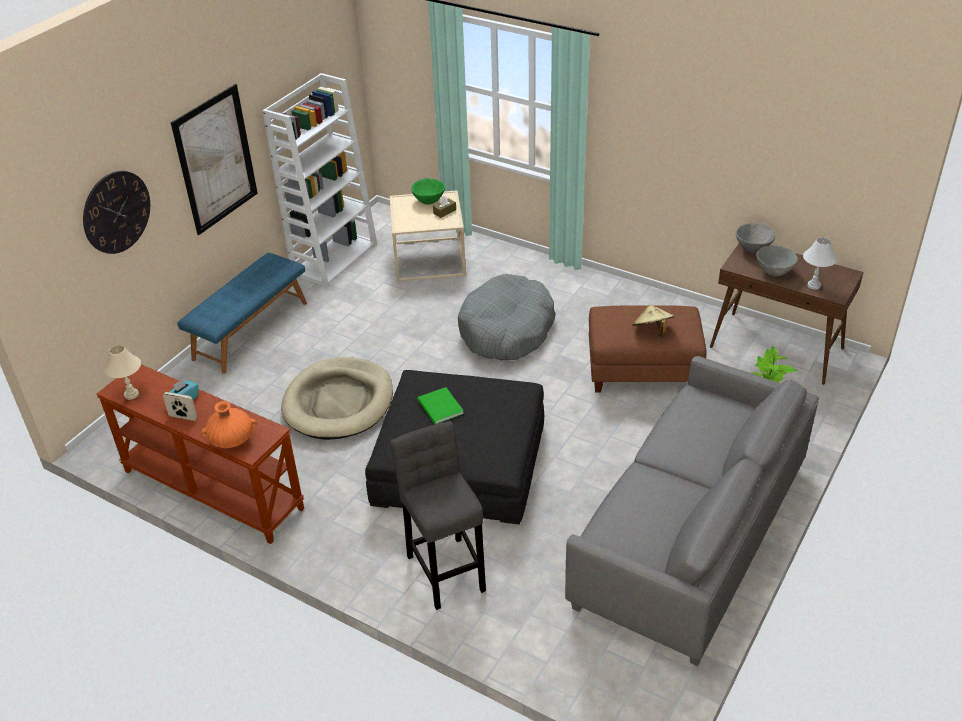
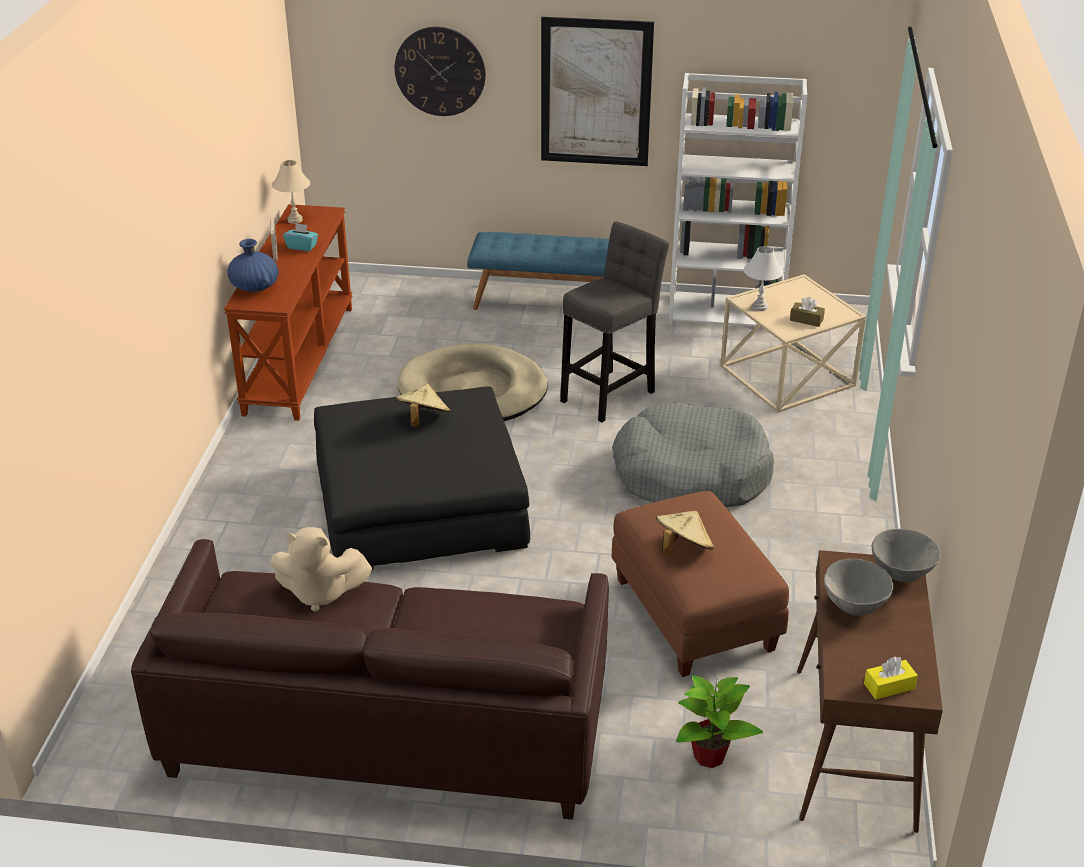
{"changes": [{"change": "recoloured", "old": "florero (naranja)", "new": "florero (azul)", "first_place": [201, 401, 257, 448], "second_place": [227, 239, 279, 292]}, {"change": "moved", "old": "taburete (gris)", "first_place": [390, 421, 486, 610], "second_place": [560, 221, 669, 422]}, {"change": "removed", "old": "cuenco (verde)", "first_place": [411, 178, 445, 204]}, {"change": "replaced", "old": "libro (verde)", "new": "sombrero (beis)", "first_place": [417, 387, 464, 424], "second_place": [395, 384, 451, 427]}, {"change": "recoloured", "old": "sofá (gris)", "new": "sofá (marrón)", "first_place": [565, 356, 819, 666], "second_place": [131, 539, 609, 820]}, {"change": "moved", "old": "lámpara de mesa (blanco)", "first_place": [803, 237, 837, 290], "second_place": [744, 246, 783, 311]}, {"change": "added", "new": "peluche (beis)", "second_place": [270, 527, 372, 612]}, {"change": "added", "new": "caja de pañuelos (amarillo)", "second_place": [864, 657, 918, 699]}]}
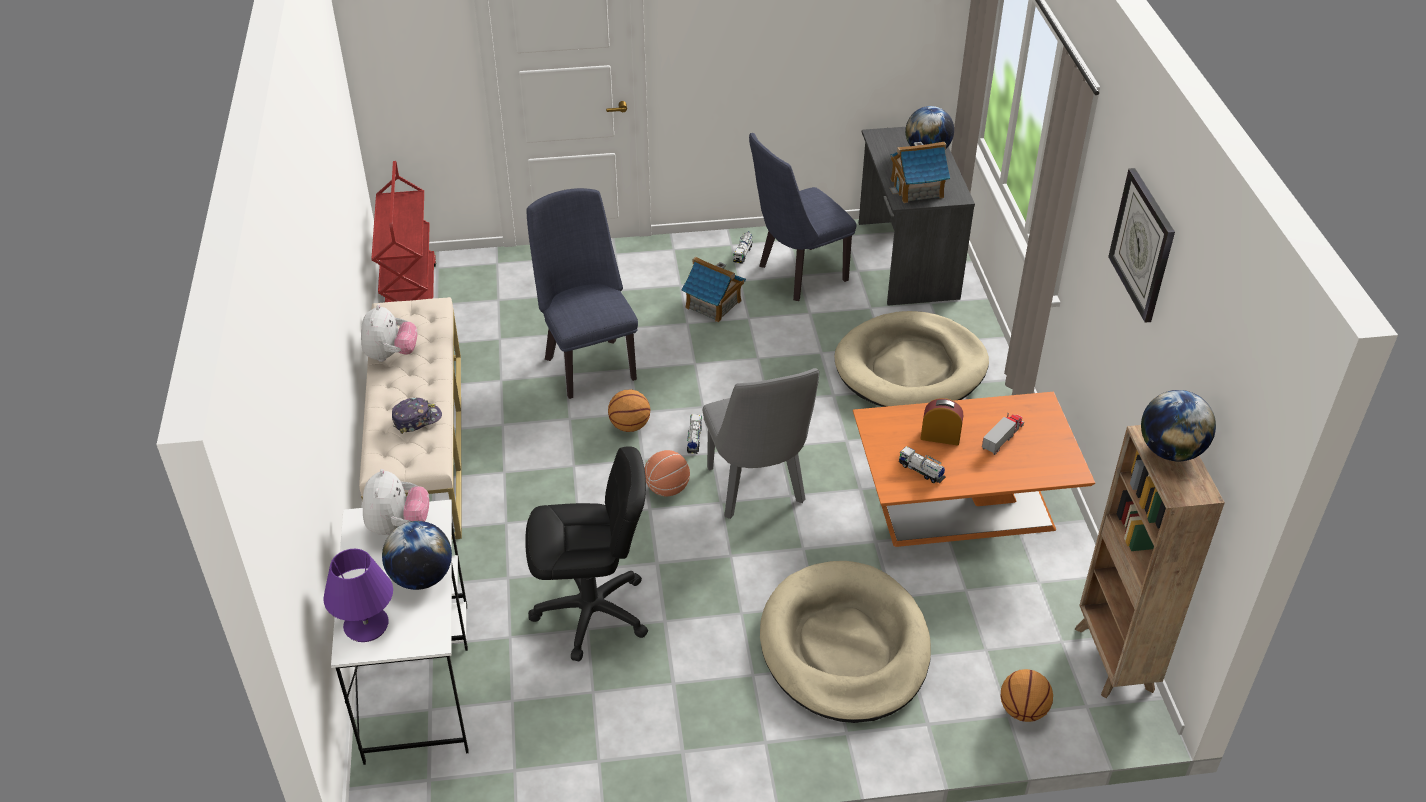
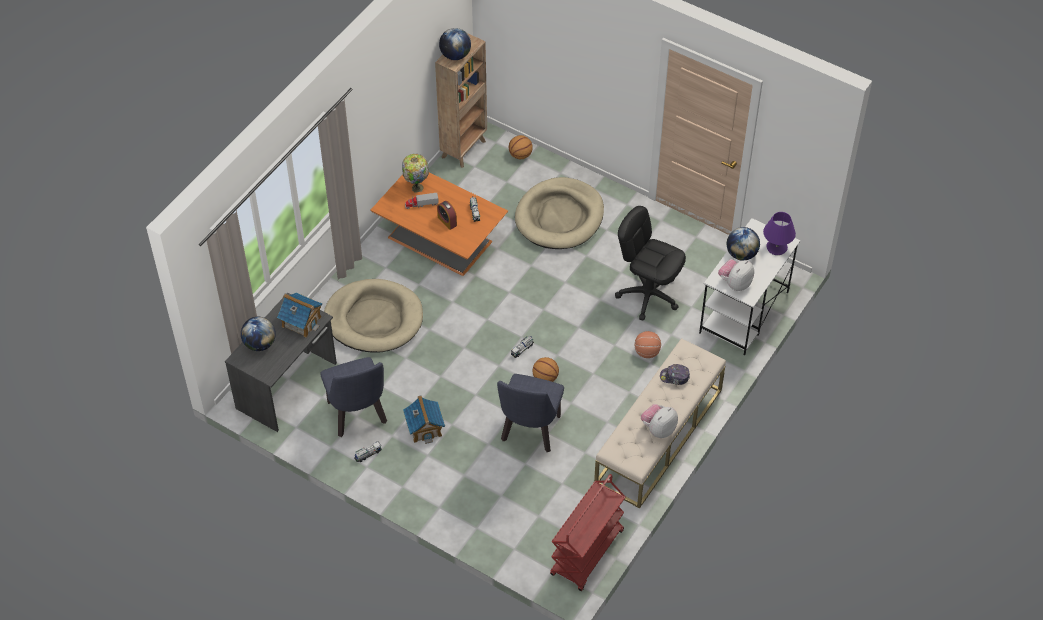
{"changes": [{"change": "moved", "old": "balón de baloncesto", "first_place": [644, 450, 690, 497], "second_place": [635, 331, 661, 358]}, {"change": "removed", "old": "silla (gris)", "first_place": [703, 368, 819, 519]}, {"change": "turned", "old": "silla (azul)", "first_place": [749, 133, 857, 301], "second_place": [320, 357, 387, 437], "degrees": 60}, {"change": "removed", "old": "reloj de pared", "first_place": [1108, 168, 1175, 323]}, {"change": "added", "new": "lámpara de mesa", "second_place": [402, 154, 429, 193]}]}
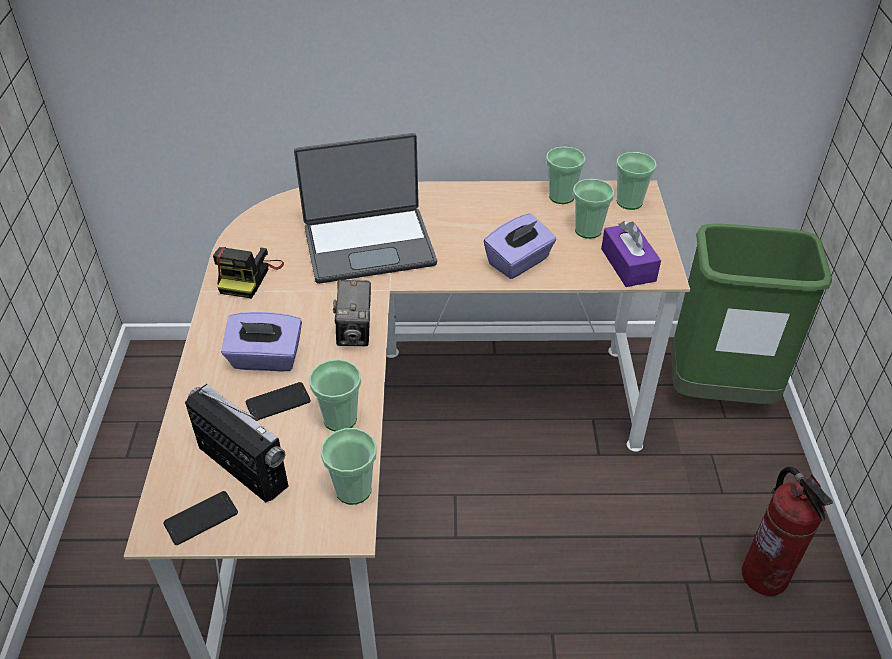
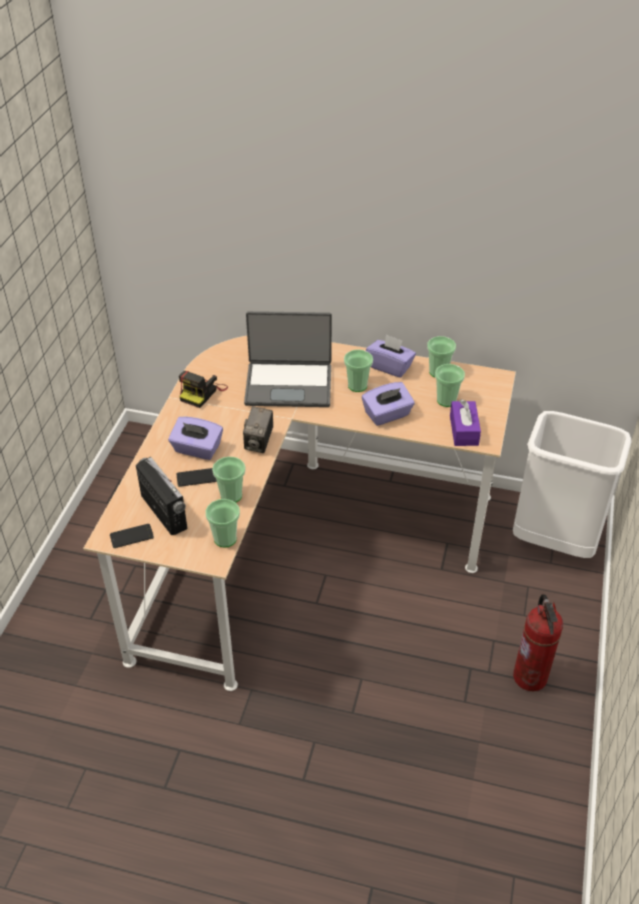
{"changes": [{"change": "moved", "old": "taza", "first_place": [616, 152, 657, 210], "second_place": [344, 350, 373, 392]}, {"change": "recoloured", "old": "papelera (verde)", "new": "papelera (blanco)", "first_place": [671, 224, 832, 404], "second_place": [513, 411, 632, 558]}, {"change": "added", "new": "caja de pañuelos (morado)", "second_place": [366, 334, 416, 378]}]}
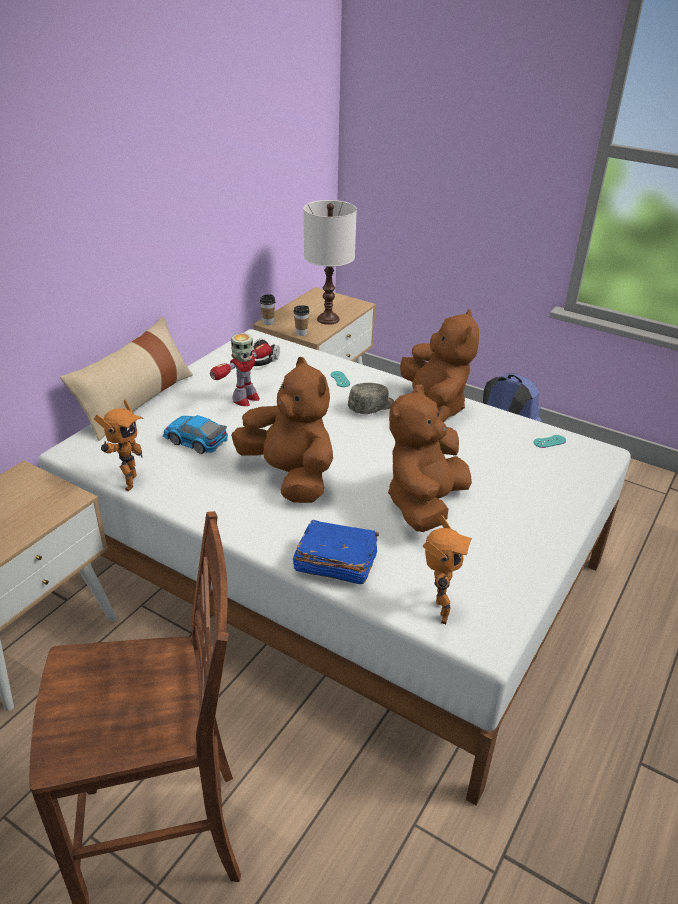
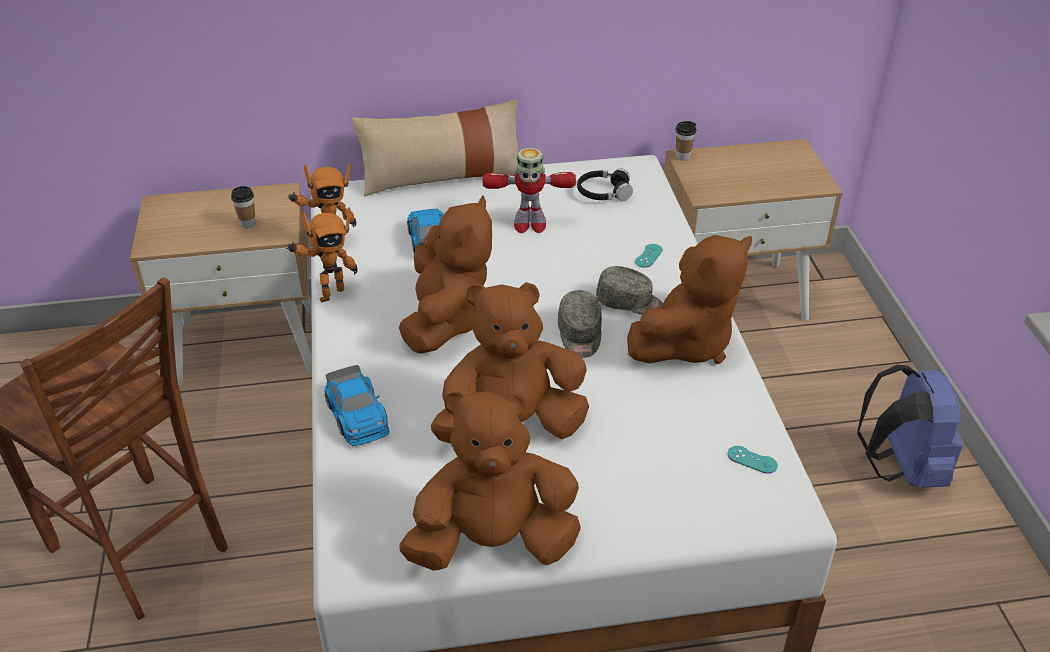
{"changes": [{"change": "replaced", "old": "libro (azul)", "new": "coche de juguete", "first_place": [293, 520, 379, 584], "second_place": [325, 365, 390, 446]}, {"change": "moved", "old": "taza", "first_place": [294, 305, 310, 336], "second_place": [231, 186, 256, 228]}, {"change": "removed", "old": "lámpara de mesa (blanco)", "first_place": [304, 200, 357, 325]}, {"change": "moved", "old": "robot de juguete", "first_place": [423, 515, 472, 624], "second_place": [286, 207, 357, 303]}, {"change": "added", "new": "peluche (marrón)", "second_place": [399, 391, 581, 571]}, {"change": "added", "new": "gorra (gris)", "second_place": [558, 290, 602, 358]}]}
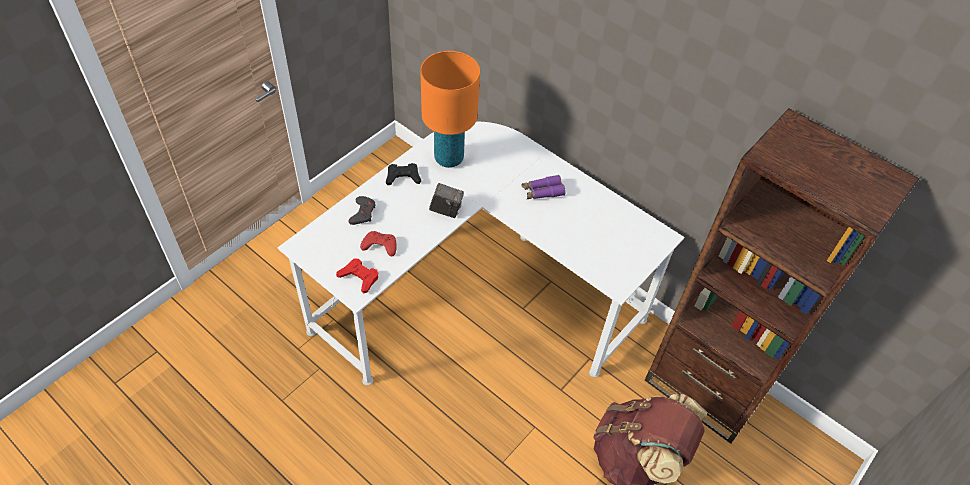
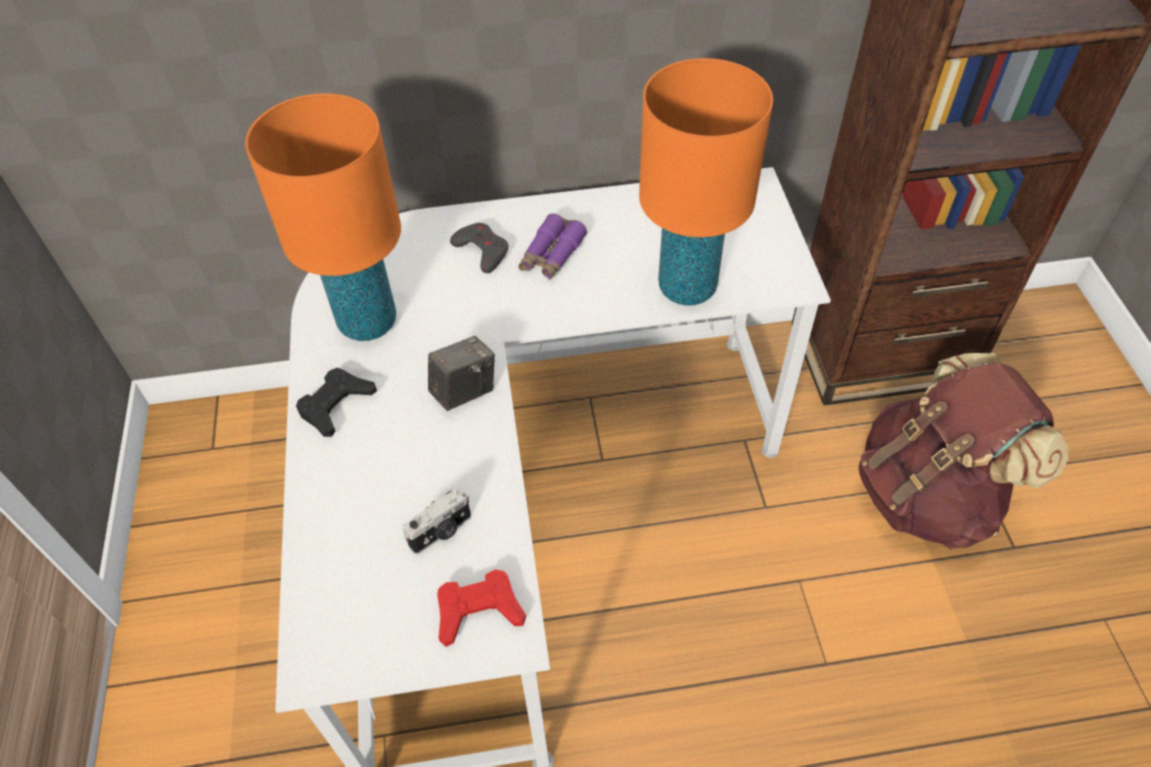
{"changes": [{"change": "moved", "old": "mando de consola (gris)", "first_place": [348, 196, 375, 225], "second_place": [450, 223, 509, 273]}, {"change": "replaced", "old": "mando de consola (rojo)", "new": "cámara", "first_place": [360, 231, 397, 256], "second_place": [403, 488, 471, 554]}, {"change": "added", "new": "lámpara de mesa (naranja)", "second_place": [639, 58, 773, 306]}]}
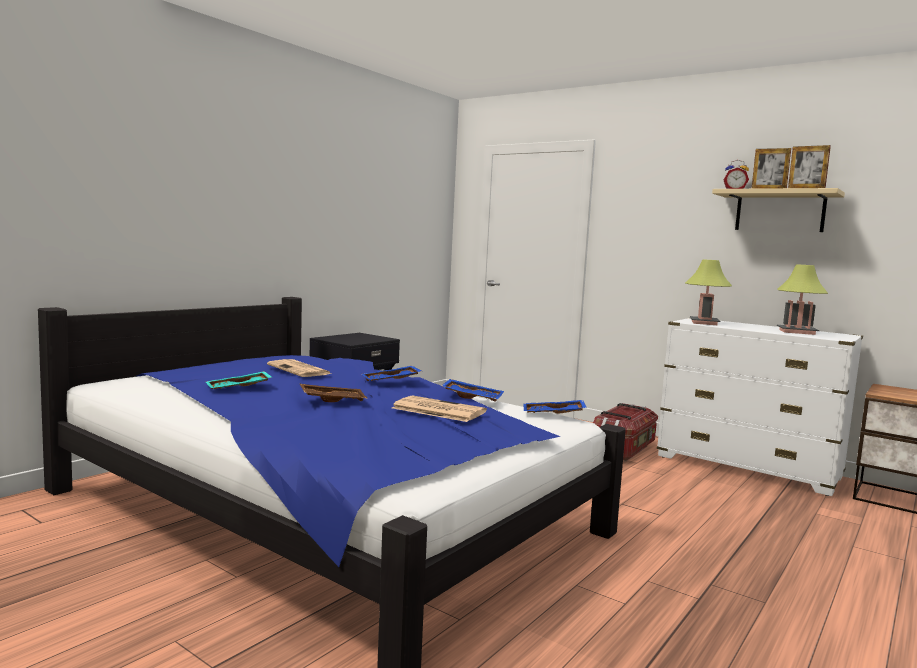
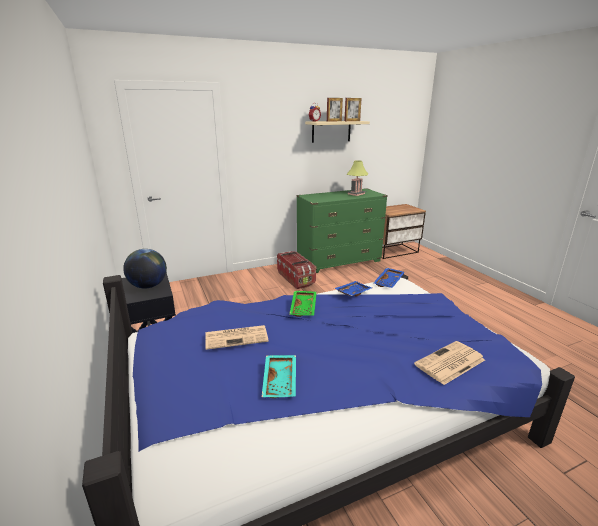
{"changes": [{"change": "removed", "old": "bandeja (marrón)", "first_place": [300, 384, 367, 402]}, {"change": "recoloured", "old": "bandeja (azul)", "new": "bandeja (verde)", "first_place": [361, 366, 421, 381], "second_place": [289, 291, 317, 317]}, {"change": "moved", "old": "periódico", "first_place": [392, 395, 487, 422], "second_place": [414, 341, 485, 385]}, {"change": "recoloured", "old": "cómoda (blanco)", "new": "cómoda (verde)", "first_place": [657, 318, 863, 496], "second_place": [297, 188, 388, 273]}, {"change": "removed", "old": "lámpara de mesa", "first_place": [685, 259, 732, 325]}, {"change": "added", "new": "globo terráqueo", "second_place": [123, 249, 167, 289]}]}
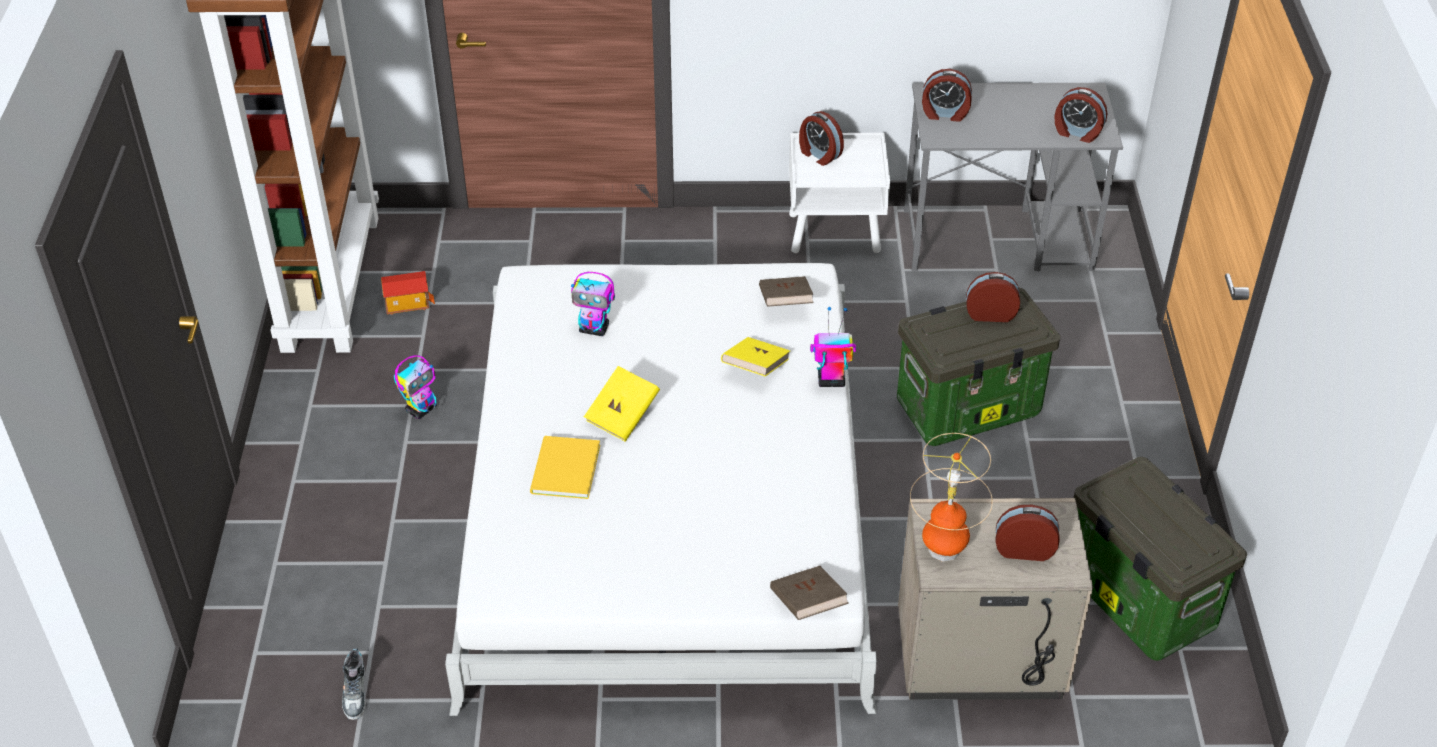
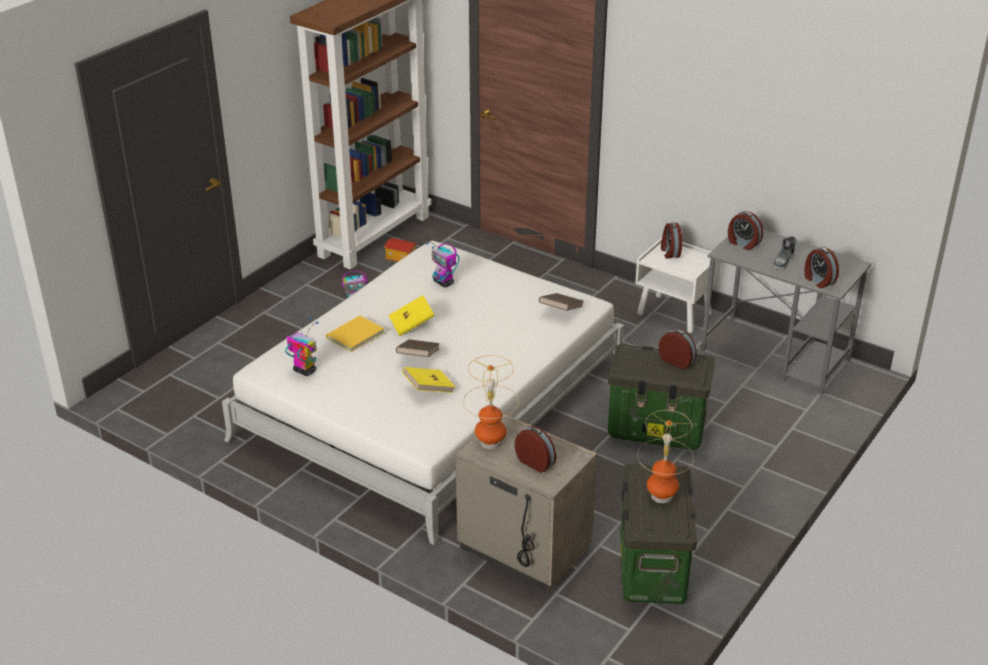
{"changes": [{"change": "moved", "old": "zapato", "first_place": [342, 648, 366, 720], "second_place": [773, 236, 796, 270]}, {"change": "moved", "old": "libro (amarillo)", "first_place": [721, 337, 790, 377], "second_place": [402, 367, 455, 393]}, {"change": "moved", "old": "libro (marrón)", "first_place": [770, 566, 849, 620], "second_place": [396, 339, 440, 357]}, {"change": "moved", "old": "robot de juguete", "first_place": [810, 307, 856, 387], "second_place": [285, 318, 319, 376]}, {"change": "added", "new": "lámpara de mesa", "second_place": [637, 410, 694, 504]}]}
